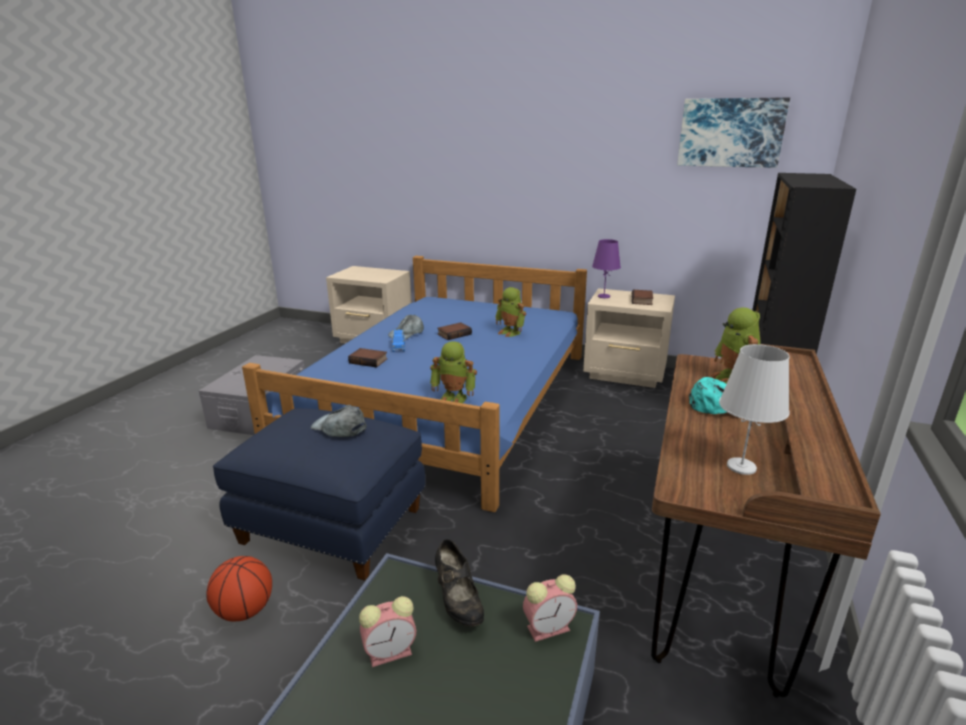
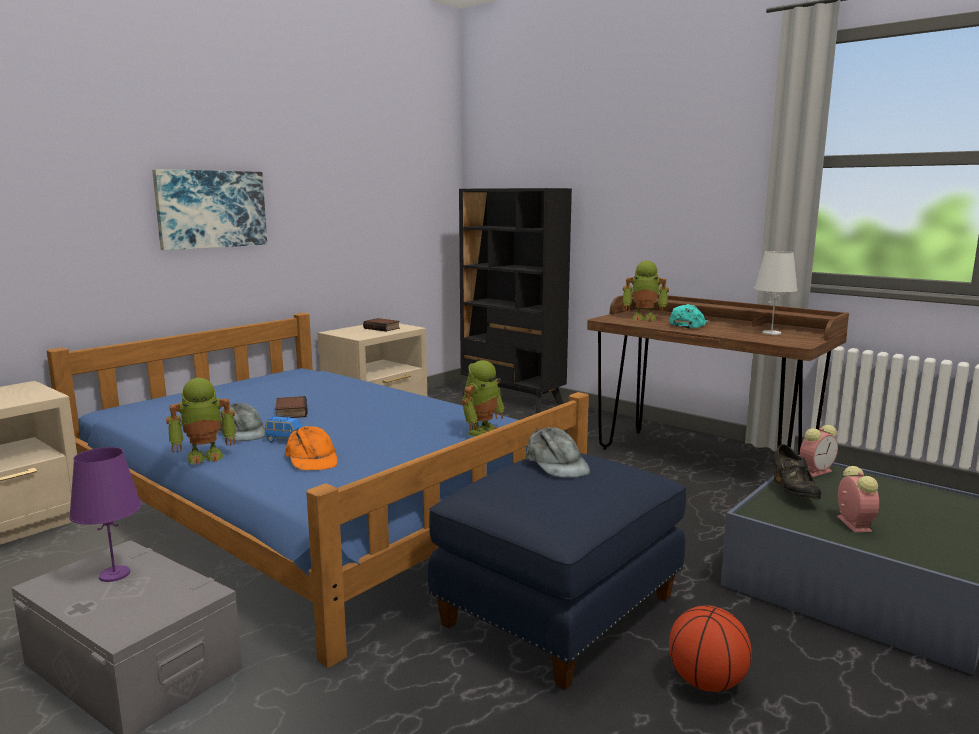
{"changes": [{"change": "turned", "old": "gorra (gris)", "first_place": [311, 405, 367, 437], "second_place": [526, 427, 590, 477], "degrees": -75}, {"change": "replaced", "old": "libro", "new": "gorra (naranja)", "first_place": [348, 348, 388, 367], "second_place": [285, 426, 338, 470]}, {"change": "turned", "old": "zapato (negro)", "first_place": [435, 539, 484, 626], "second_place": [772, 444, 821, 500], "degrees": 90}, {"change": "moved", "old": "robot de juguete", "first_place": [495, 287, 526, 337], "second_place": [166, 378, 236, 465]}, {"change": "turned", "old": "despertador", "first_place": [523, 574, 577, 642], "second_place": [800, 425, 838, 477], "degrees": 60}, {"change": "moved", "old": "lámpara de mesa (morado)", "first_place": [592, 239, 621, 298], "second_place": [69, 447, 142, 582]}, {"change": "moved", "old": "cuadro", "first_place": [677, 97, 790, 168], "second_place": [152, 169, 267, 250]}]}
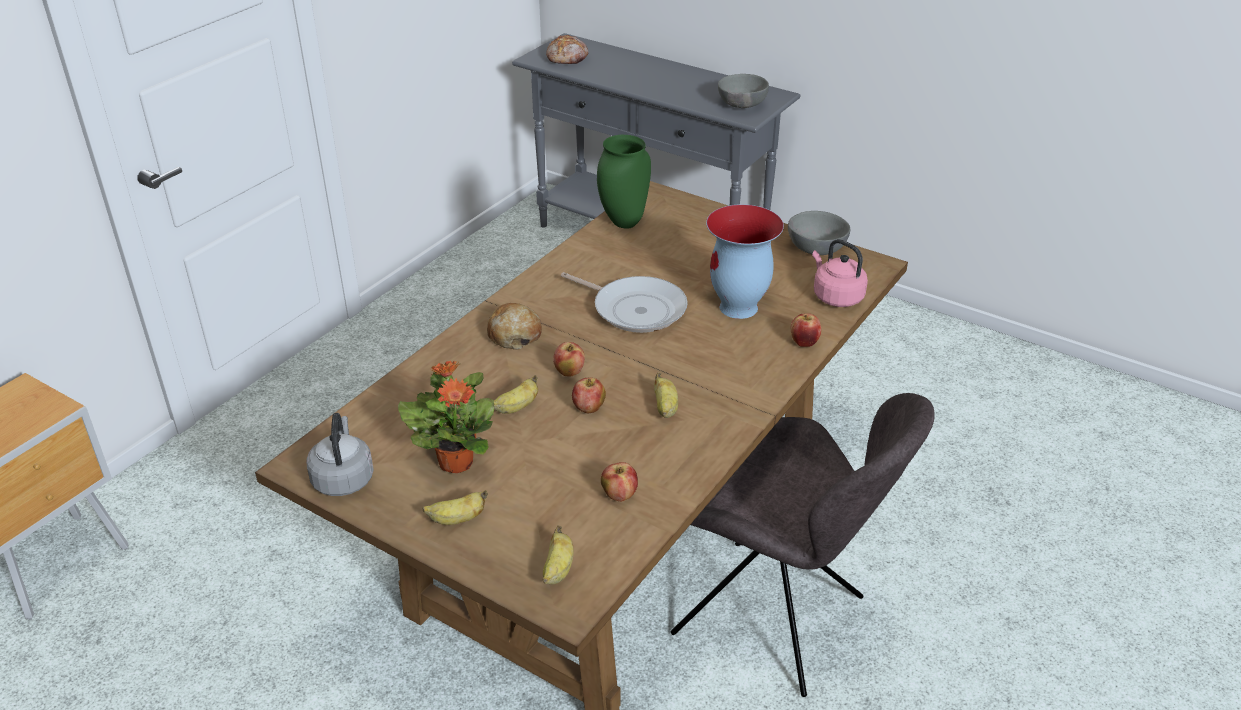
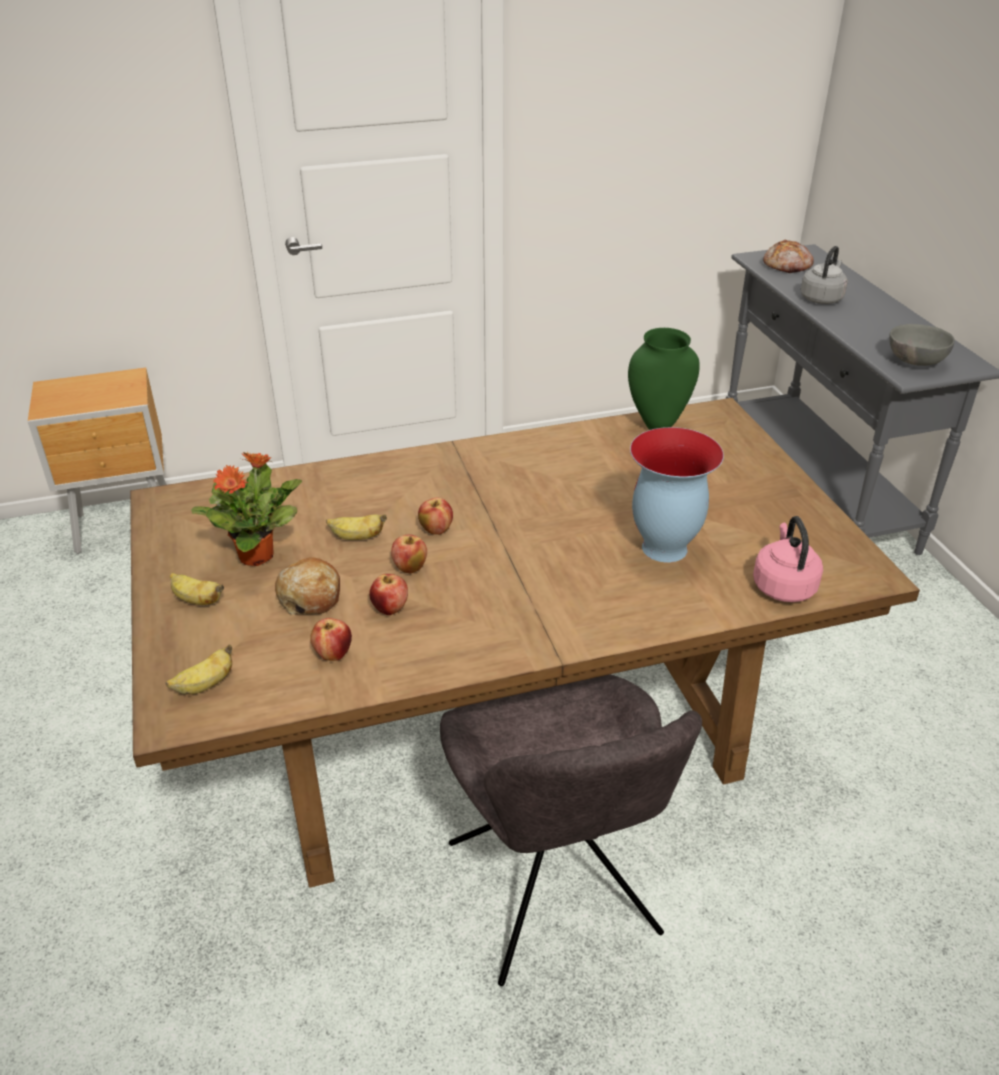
{"changes": [{"change": "moved", "old": "hervidor (gris)", "first_place": [306, 413, 374, 496], "second_place": [801, 246, 848, 304]}, {"change": "moved", "old": "pan", "first_place": [487, 303, 542, 350], "second_place": [275, 557, 340, 615]}, {"change": "removed", "old": "sartén", "first_place": [561, 272, 688, 333]}, {"change": "removed", "old": "plátano", "first_place": [654, 372, 678, 418]}, {"change": "removed", "old": "cuenco (gris)", "first_place": [788, 211, 850, 255]}, {"change": "moved", "old": "manzana", "first_place": [791, 313, 821, 347], "second_place": [369, 574, 408, 615]}]}
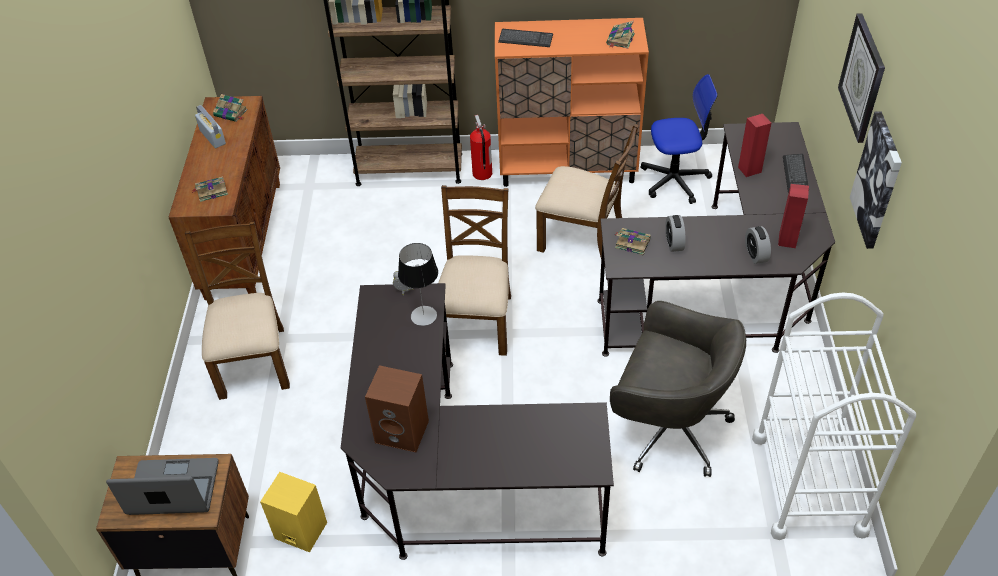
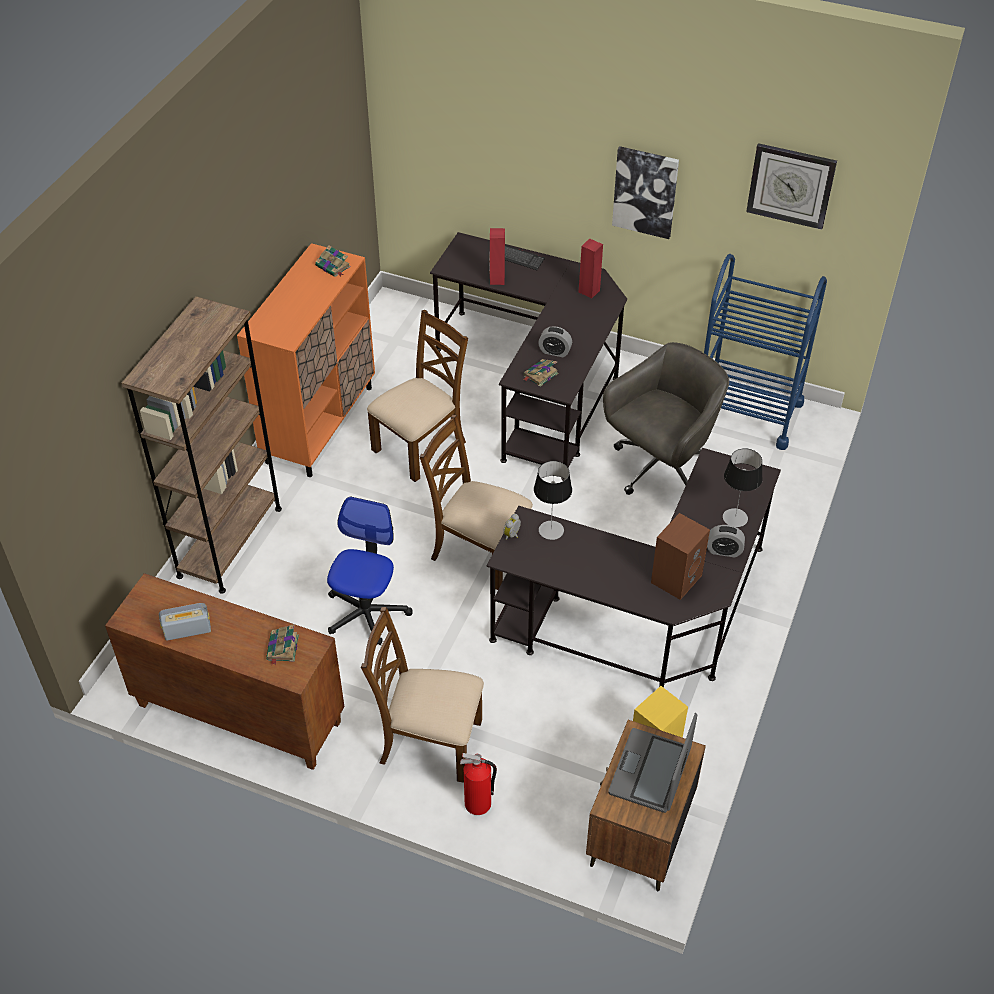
{"changes": [{"change": "removed", "old": "libro", "first_place": [213, 94, 248, 122]}, {"change": "moved", "old": "extintor", "first_place": [470, 115, 492, 180], "second_place": [460, 753, 497, 815]}, {"change": "removed", "old": "teclado", "first_place": [498, 29, 553, 47]}, {"change": "moved", "old": "silla de oficina", "first_place": [641, 74, 718, 204], "second_place": [327, 497, 412, 645]}, {"change": "moved", "old": "despertador", "first_place": [745, 226, 771, 264], "second_place": [707, 525, 745, 557]}, {"change": "recoloured", "old": "carrito (blanco)", "new": "carrito (azul)", "first_place": [752, 293, 916, 540], "second_place": [704, 254, 827, 450]}, {"change": "moved", "old": "reloj de pared", "first_place": [838, 13, 885, 143], "second_place": [746, 143, 837, 230]}, {"change": "added", "new": "lámpara de mesa", "second_place": [723, 448, 763, 527]}]}
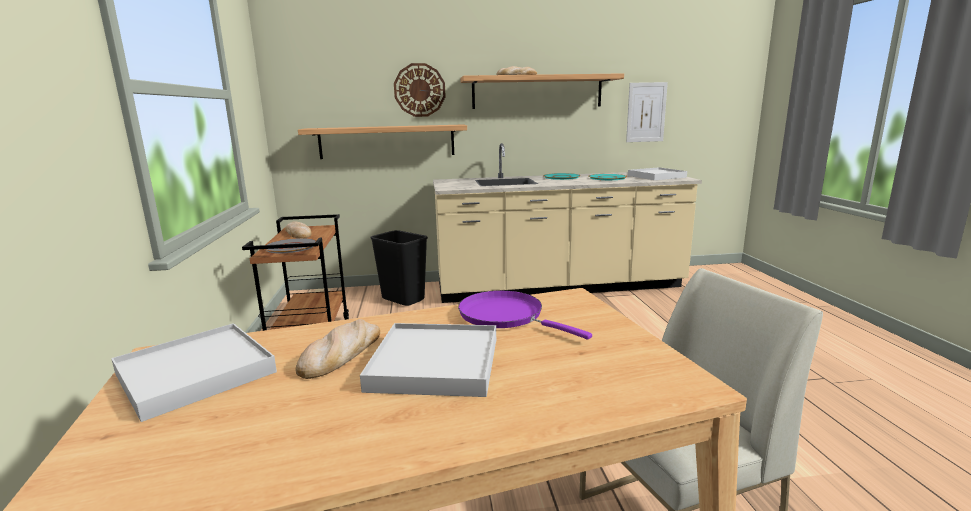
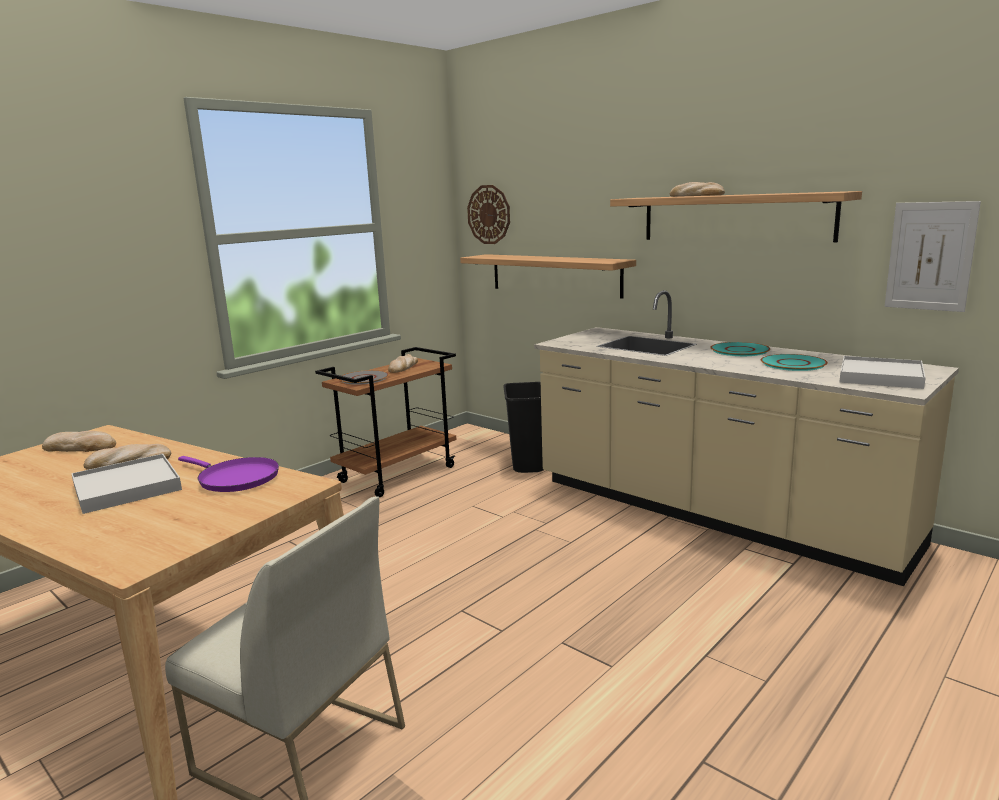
{"changes": [{"change": "replaced", "old": "bandeja (blanco)", "new": "pan", "first_place": [111, 323, 277, 422], "second_place": [42, 431, 116, 452]}, {"change": "moved", "old": "reloj de pared", "first_place": [394, 63, 446, 117], "second_place": [467, 185, 510, 244]}, {"change": "turned", "old": "sartén (morado)", "first_place": [458, 290, 592, 340], "second_place": [178, 456, 279, 492], "degrees": 120}]}
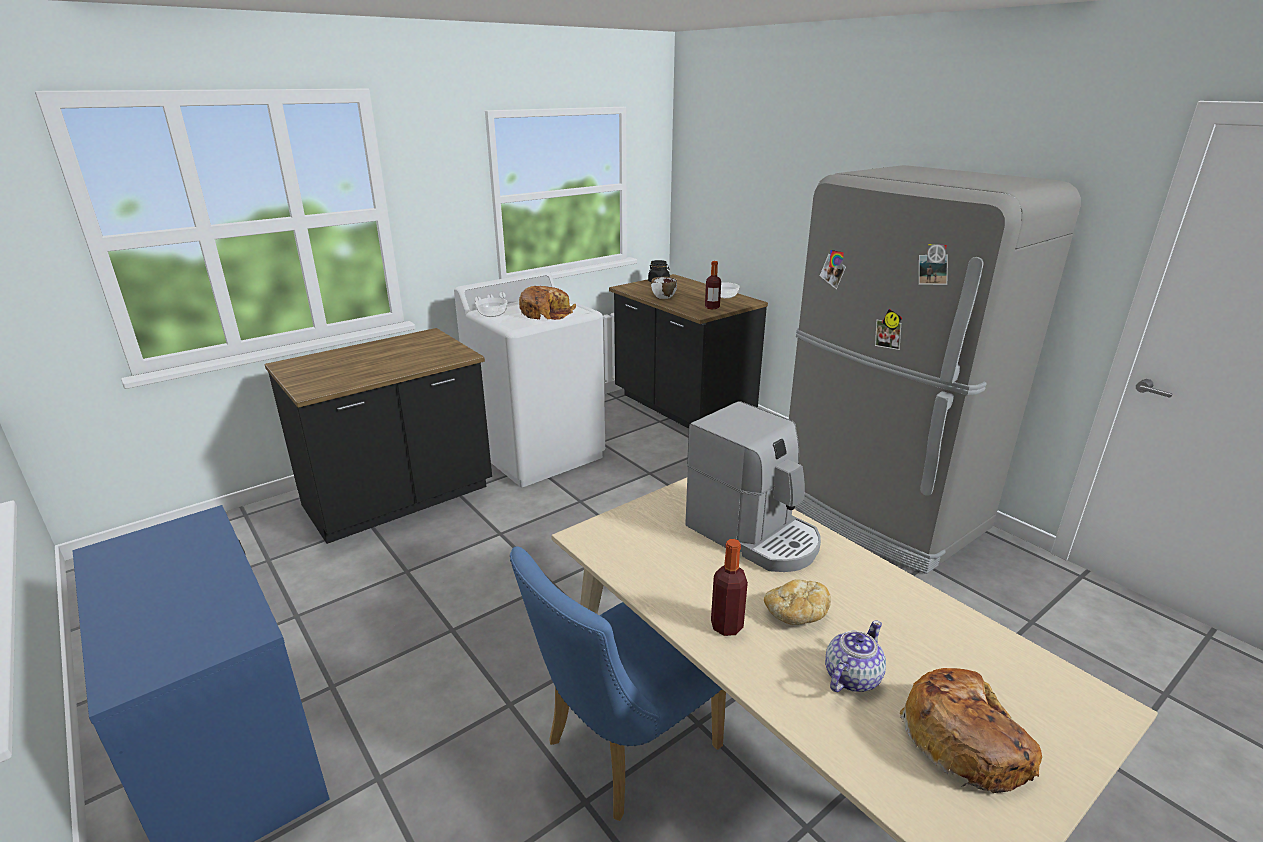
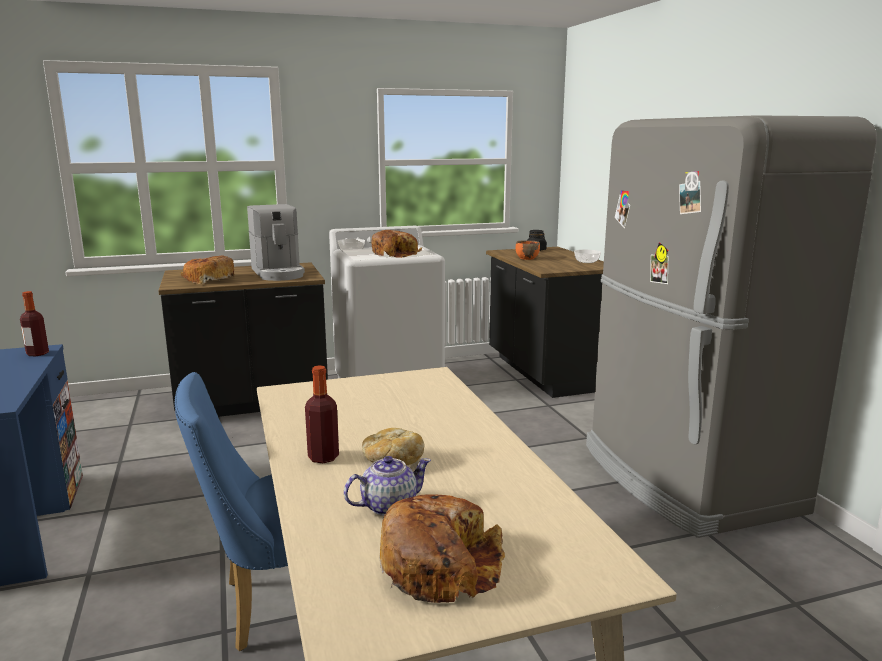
{"changes": [{"change": "recoloured", "old": "cuenco (blanco)", "new": "cuenco (naranja)", "first_place": [651, 277, 677, 299], "second_place": [516, 240, 540, 260]}, {"change": "moved", "old": "cafetera", "first_place": [685, 401, 821, 572], "second_place": [247, 204, 305, 281]}, {"change": "moved", "old": "botella", "first_place": [705, 261, 721, 309], "second_place": [20, 291, 49, 356]}, {"change": "added", "new": "pan", "second_place": [180, 256, 234, 284]}]}
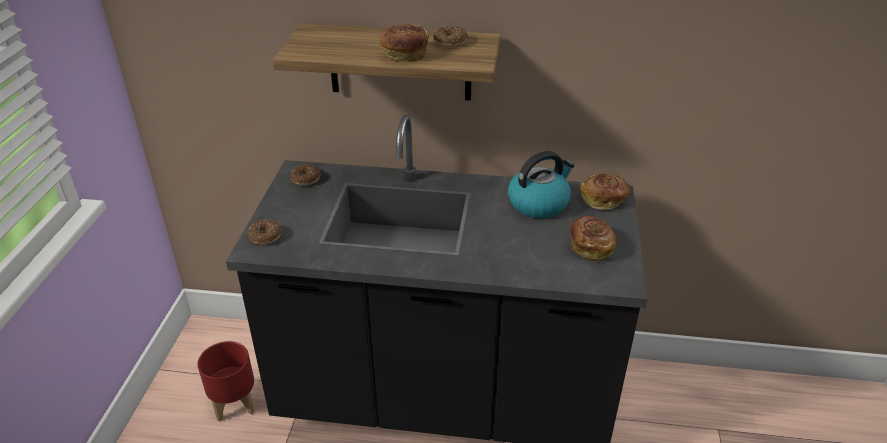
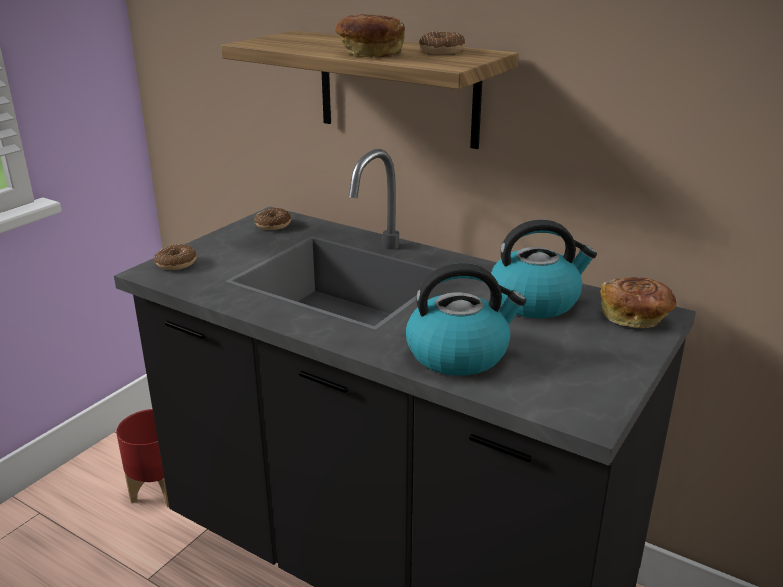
{"changes": [{"change": "removed", "old": "pan", "first_place": [570, 216, 616, 262]}, {"change": "added", "new": "hervidor", "second_place": [406, 263, 526, 376]}]}
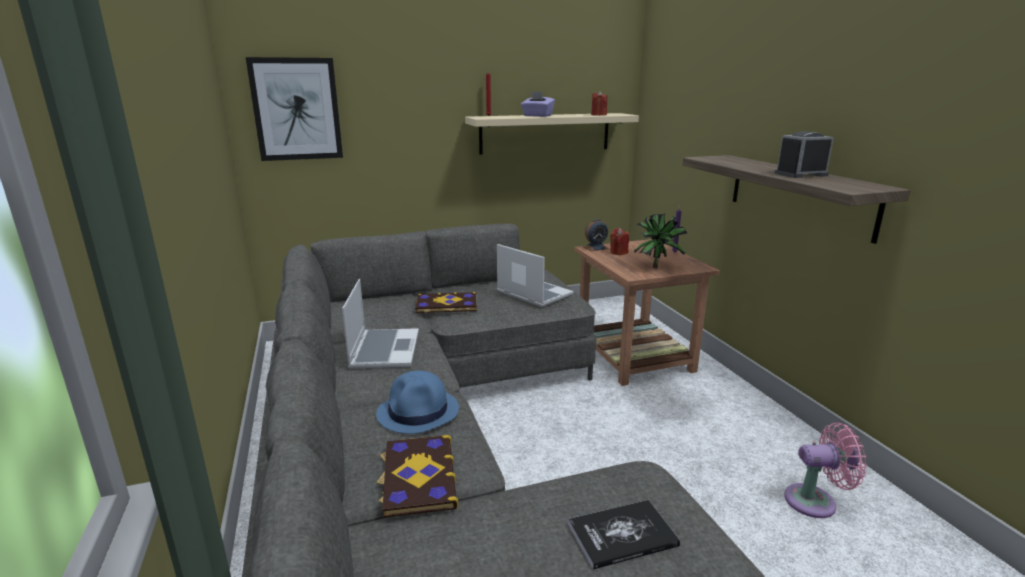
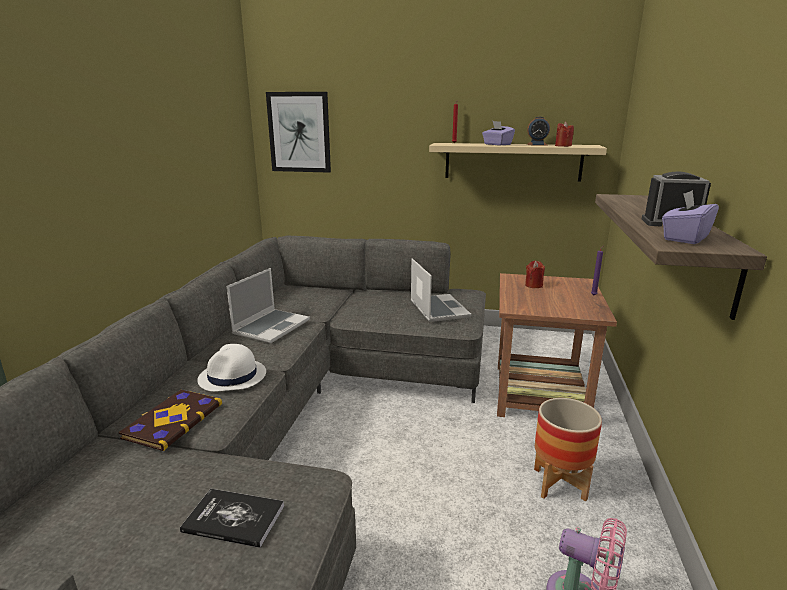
{"changes": [{"change": "recoloured", "old": "sombrero (azul)", "new": "sombrero (blanco)", "first_place": [376, 371, 459, 434], "second_place": [197, 344, 266, 392]}, {"change": "removed", "old": "libro", "first_place": [415, 292, 477, 313]}, {"change": "moved", "old": "despertador", "first_place": [583, 219, 609, 251], "second_place": [527, 117, 550, 146]}, {"change": "removed", "old": "planta en maceta", "first_place": [634, 214, 687, 269]}, {"change": "added", "new": "maceta", "second_place": [534, 398, 602, 502]}, {"change": "added", "new": "caja de pañuelos (morado)", "second_place": [662, 190, 719, 244]}]}
